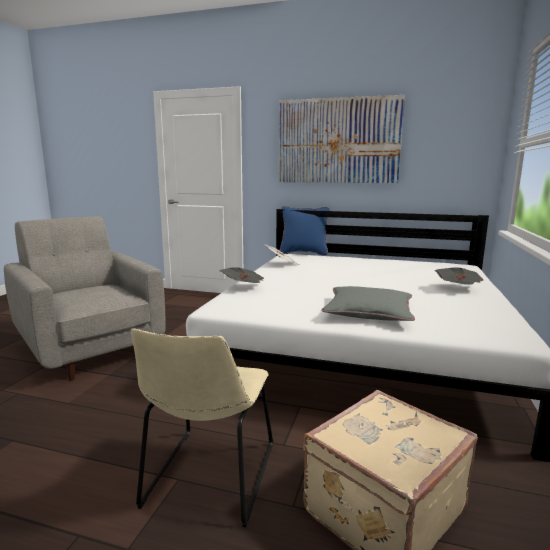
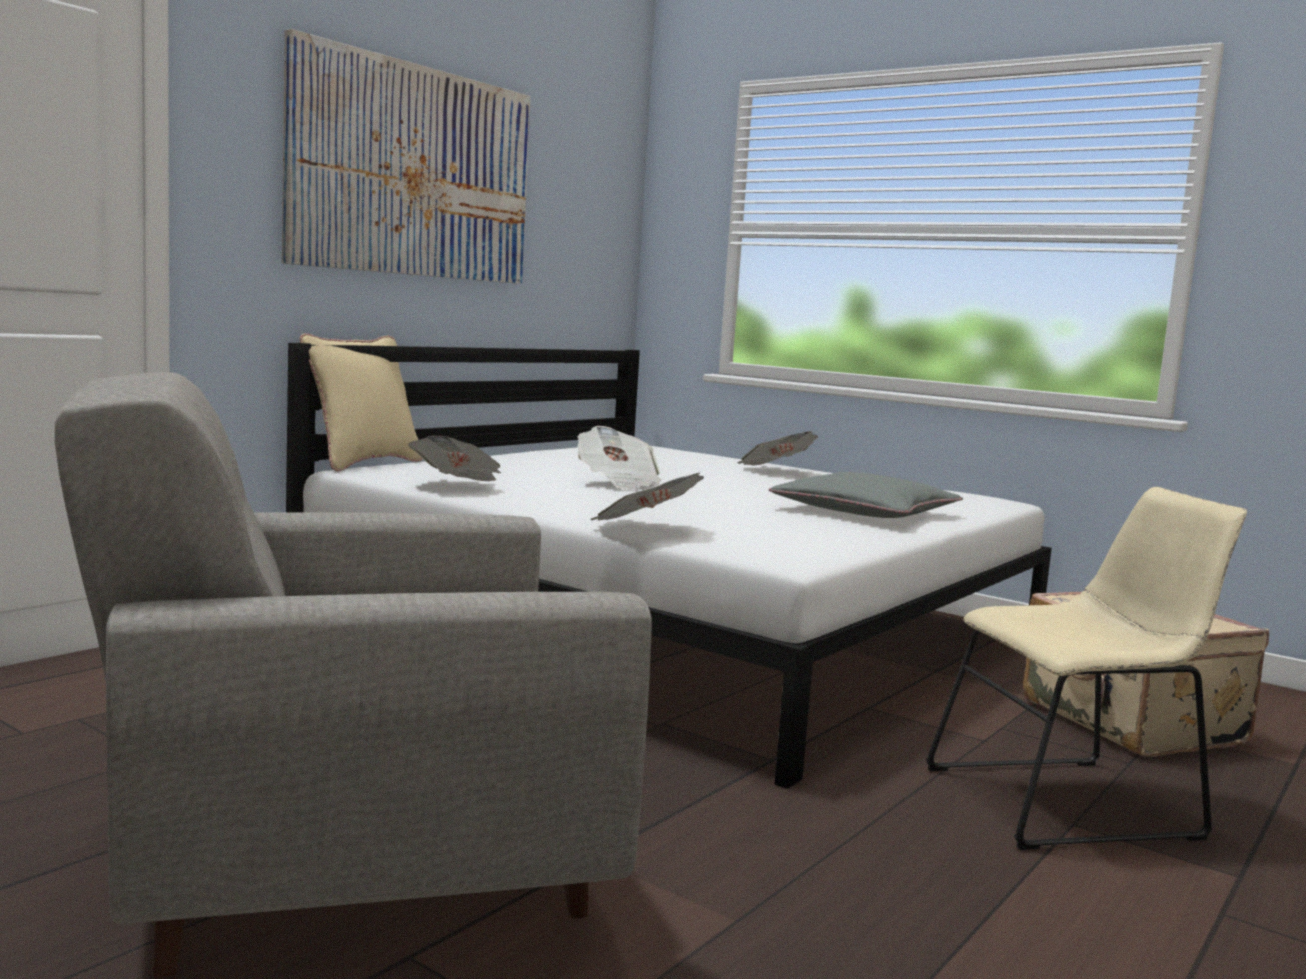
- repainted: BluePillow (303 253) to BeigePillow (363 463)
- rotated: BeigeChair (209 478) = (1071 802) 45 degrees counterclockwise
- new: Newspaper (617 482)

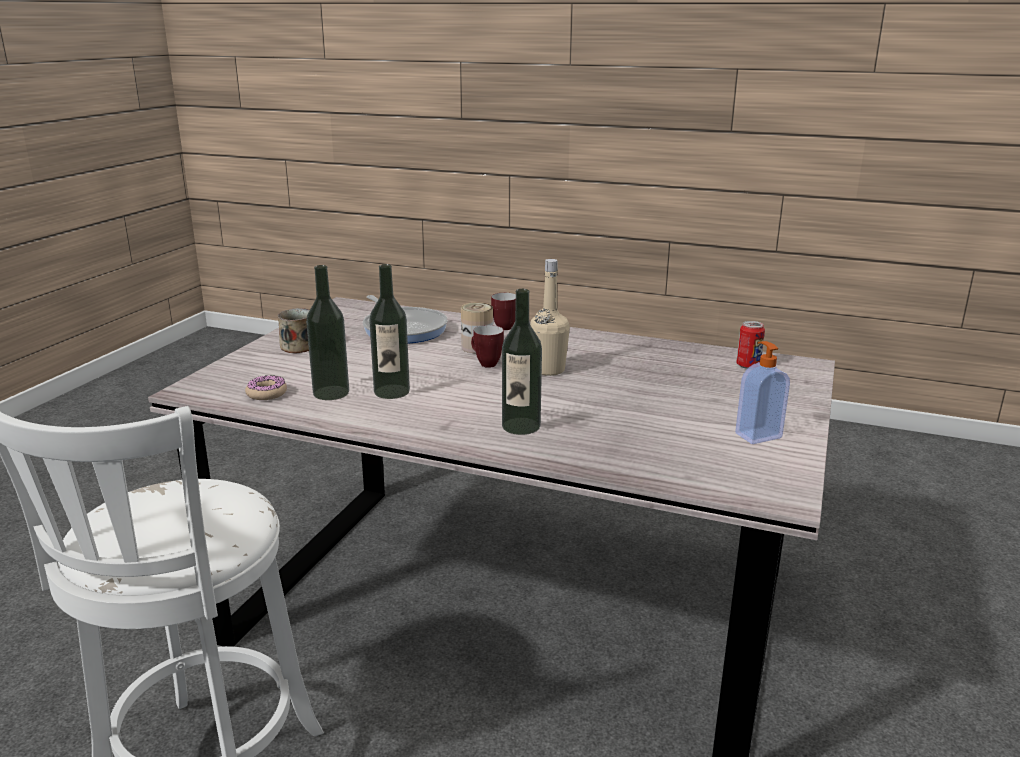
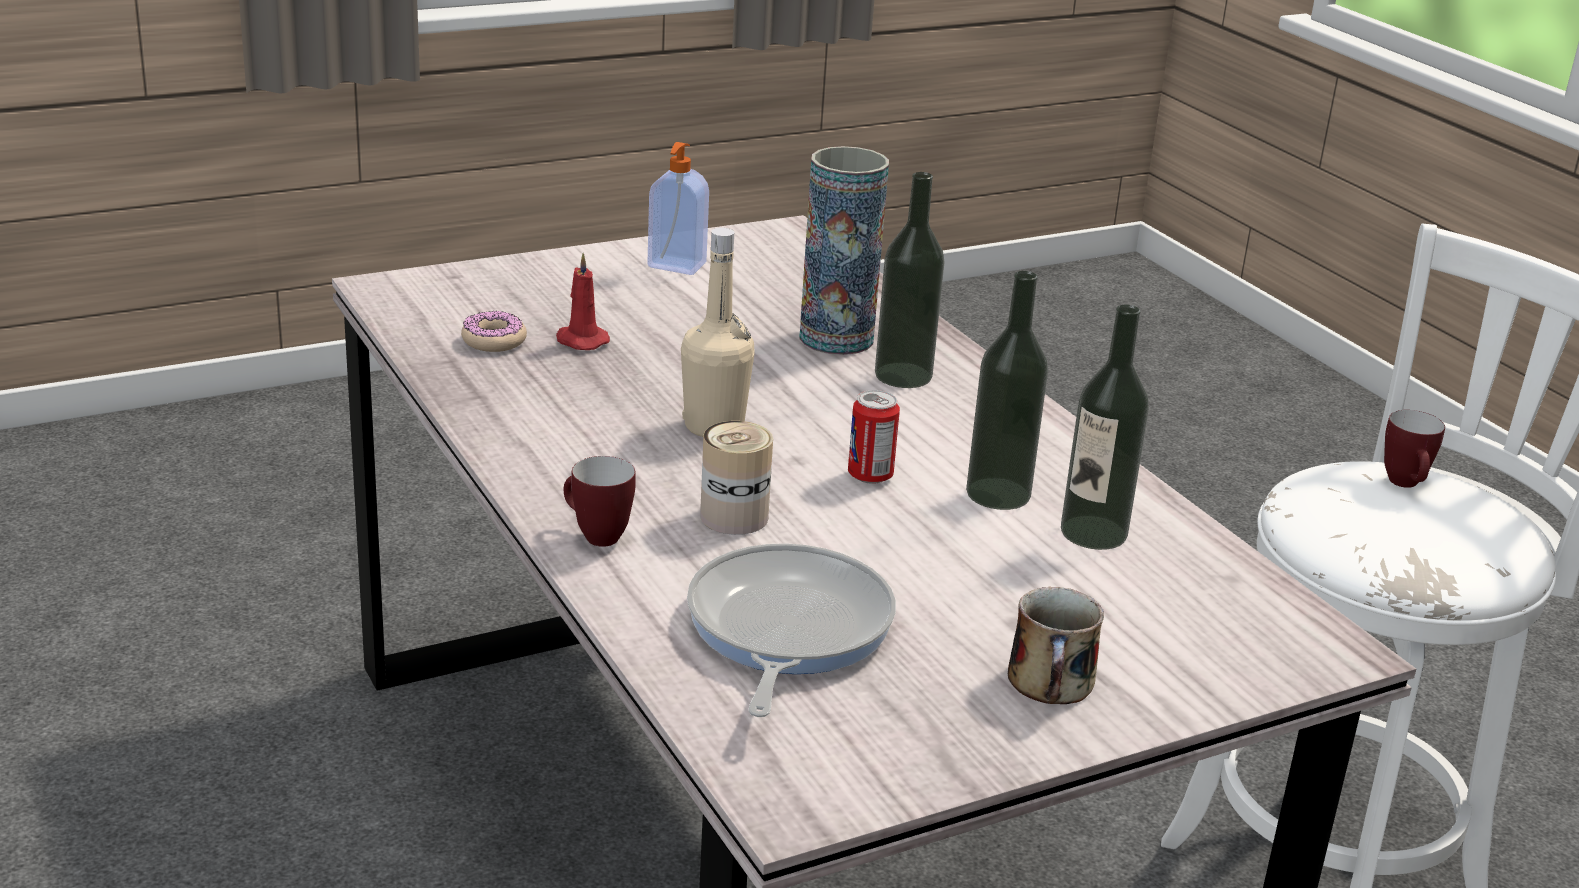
- shifted: Can (748 366) to (870 476)
- shifted: Mug (485 363) to (1406 485)
- shifted: Donut (266 393) to (494 341)
- new: Vase (836 338)
- new: RedCandle (580 341)

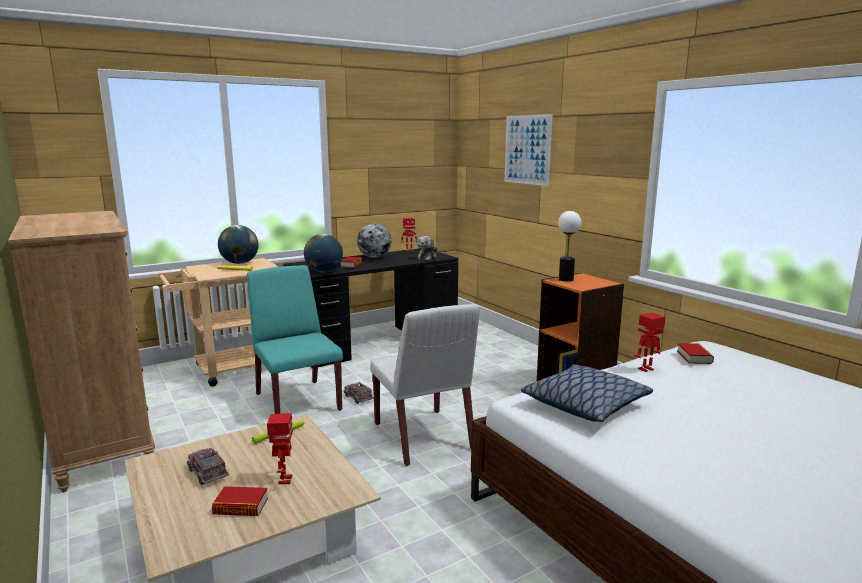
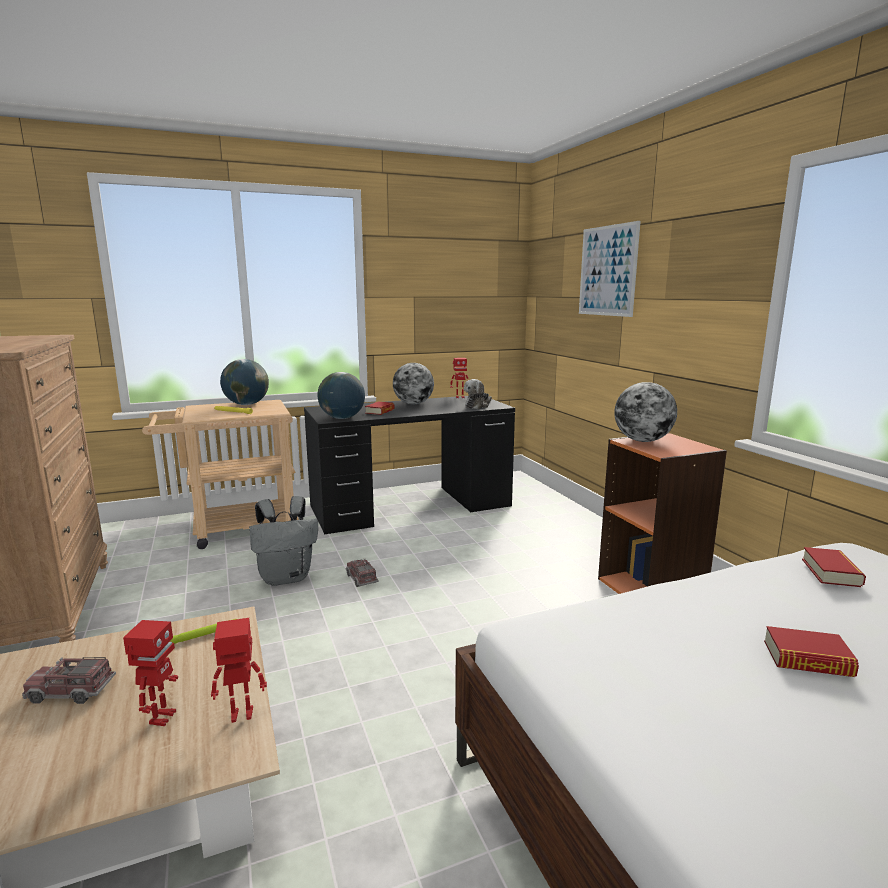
- swapped: TableLamp (566 279) to Globe (642 441)
- swapped: TurquoiseChair (297 401) to GreyBackpack (287 577)
- gone: WhiteChair (423 437)
- shifted: ToyRobot (646 369) to (241 716)
- gone: Pillow (584 404)
- rotated: ToyTruck (207 473) = (71 691) 60 degrees counterclockwise
- shifted: Book (241 506) to (807 659)

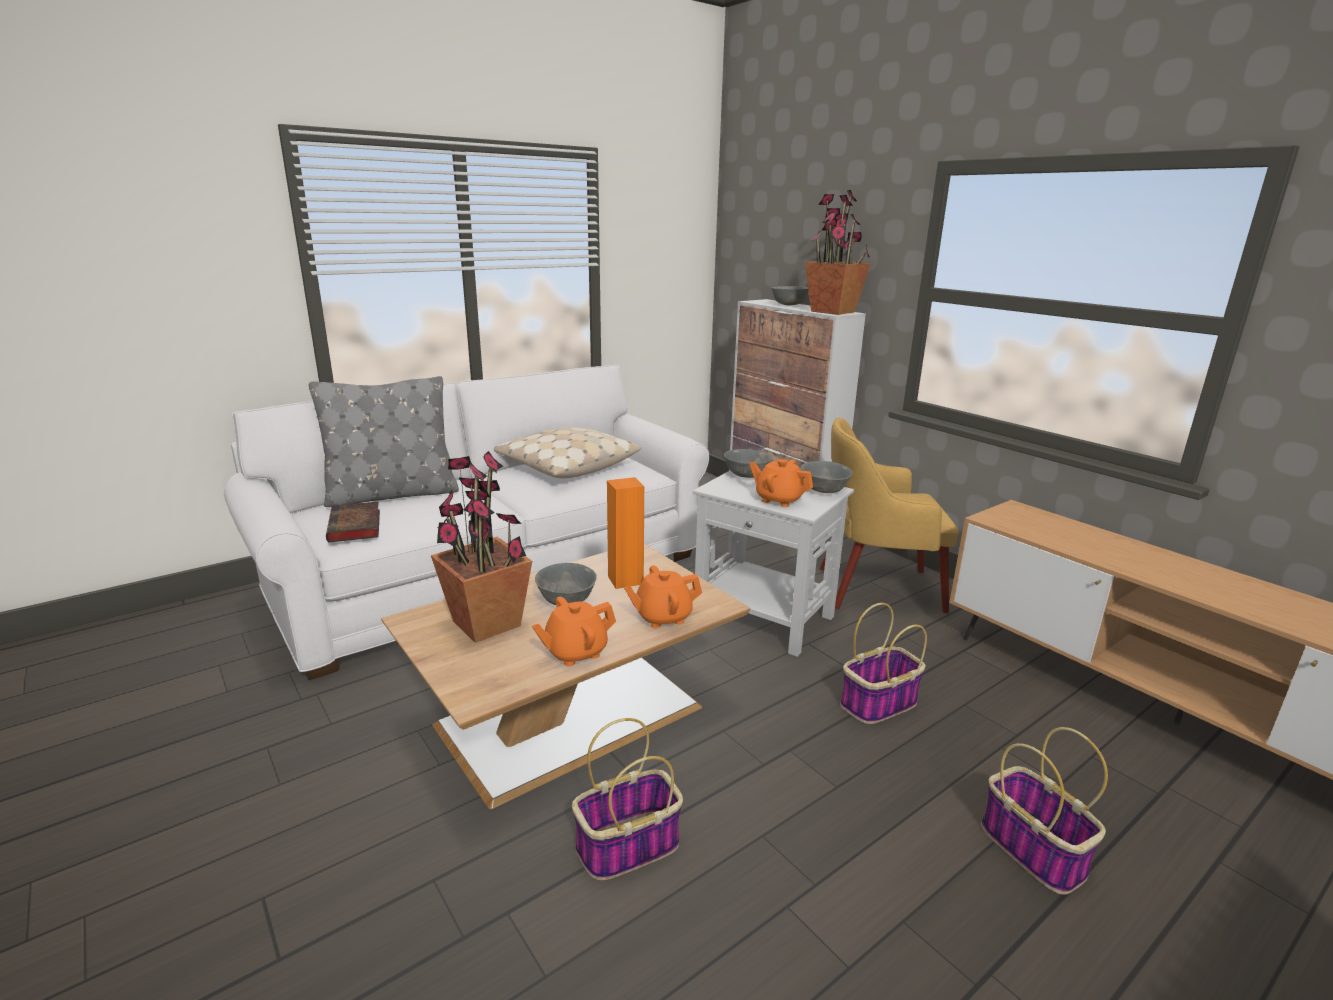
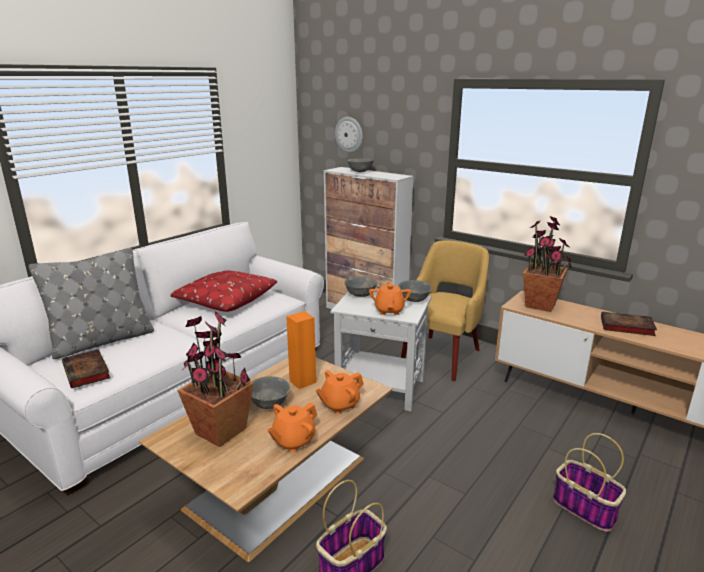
- shifted: PottedPlant (832 311) to (540 305)
- rotated: YellowArmchair (875 588) = (442 356) 135 degrees clockwise
- repainted: BeigePillow (565 466) to RedPillow (223 300)
- rotated: OrangeTeapot (778 499) = (389 310) 75 degrees clockwise
- gone: Basket (878 704)
- new: WallClock (349 134)
- new: Book (625 326)

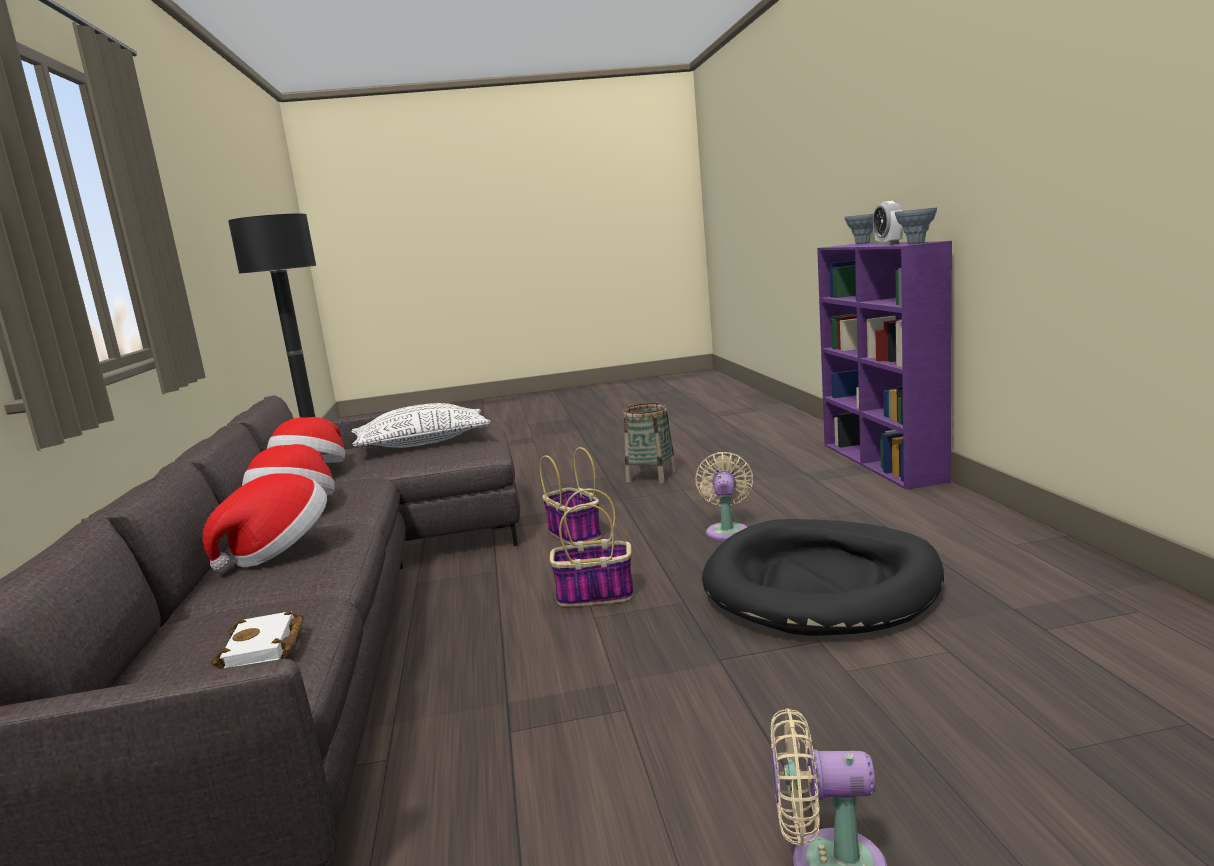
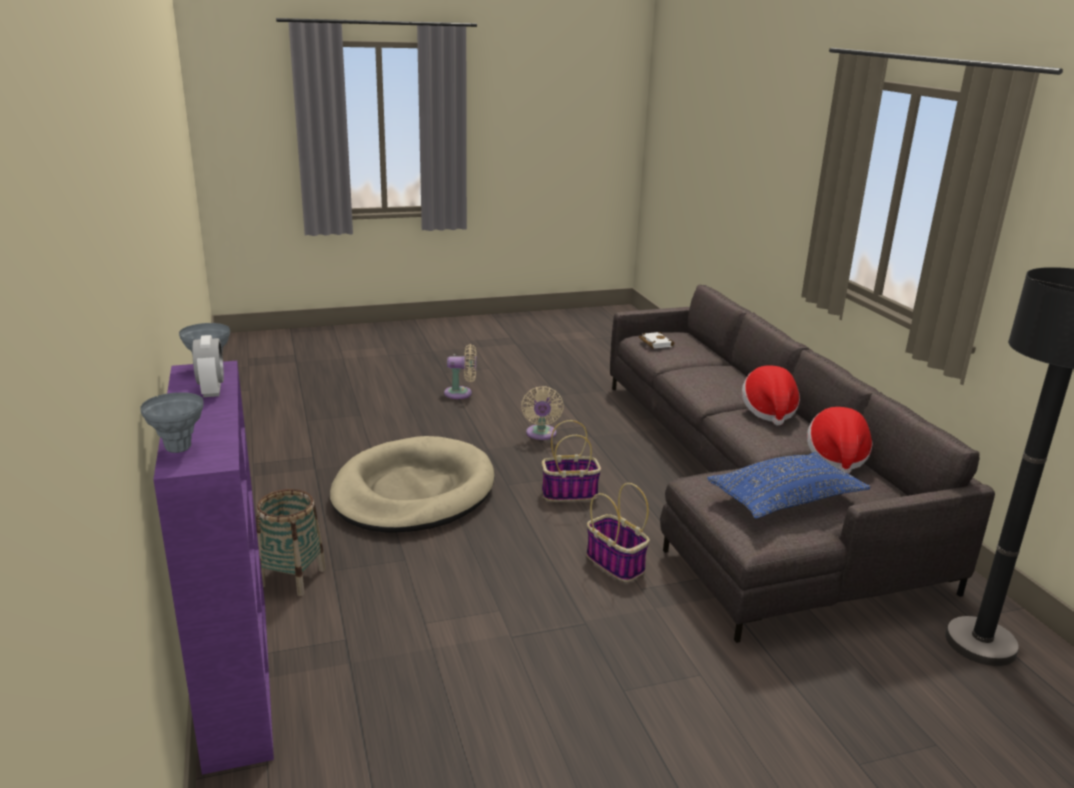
- repainted: WhitePillow (422 443) to BluePillow (785 499)
- shifted: Basket (651 476) to (292 577)
- shifted: BeigeFan (727 531) to (541 434)
- gone: Hat (278 551)
- repainted: BlackDogBed (821 584) to BeigeDogBed (413 492)

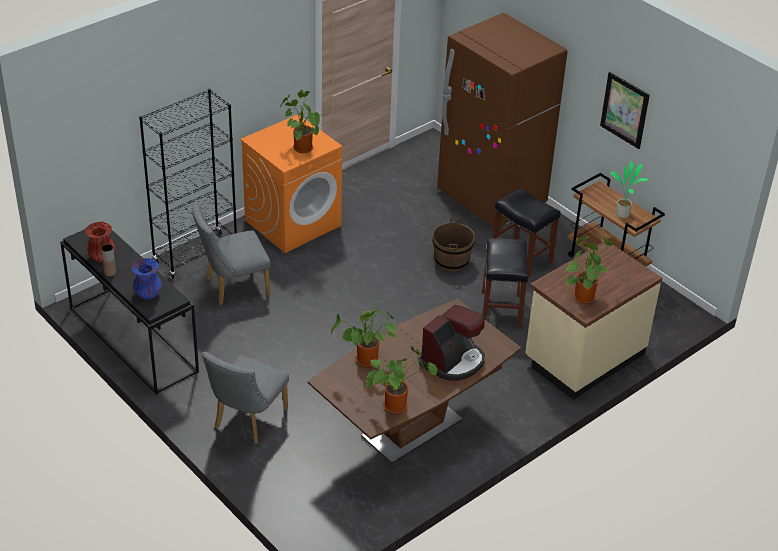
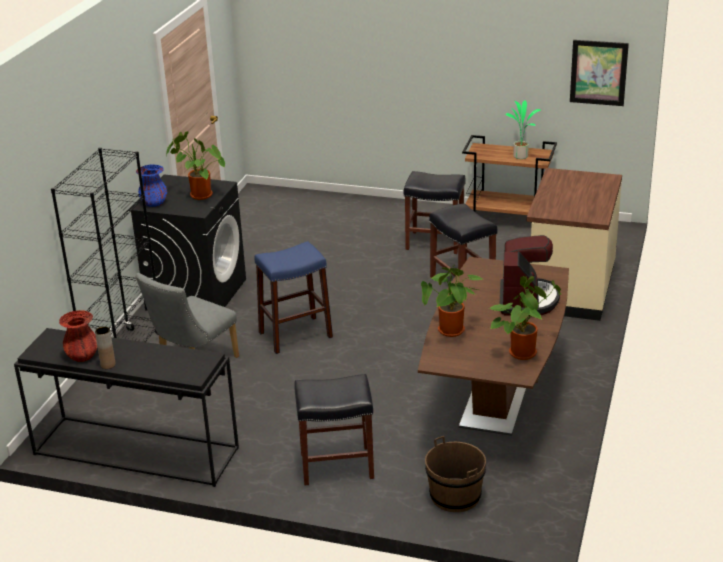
- gone: BrownFridge (491 199)
- shifted: Picture (625 110) to (598 72)
- repainted: OrangeWashingMachine (293 222) to BlackWashingMachine (196 294)
- shifted: BrownBucket (451 260) to (455 496)
- gone: PottedPlant (583 295)
- shifted: BlueVase (148 294) to (154 203)
- swapped: GreyChair (247 421) to BlackStool (335 466)
- new: BlueStool (295 335)

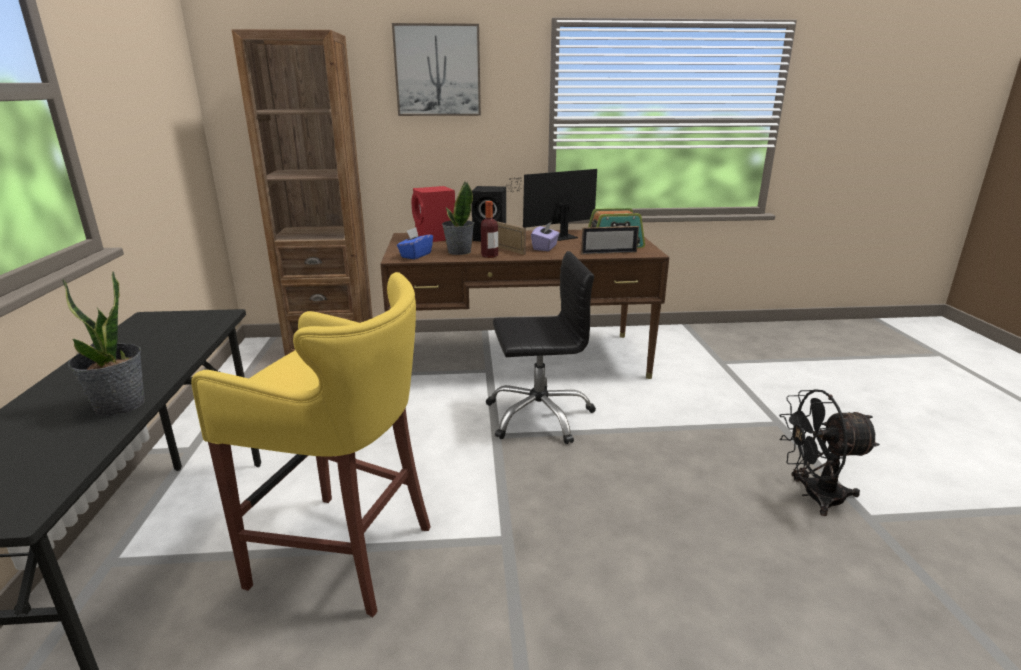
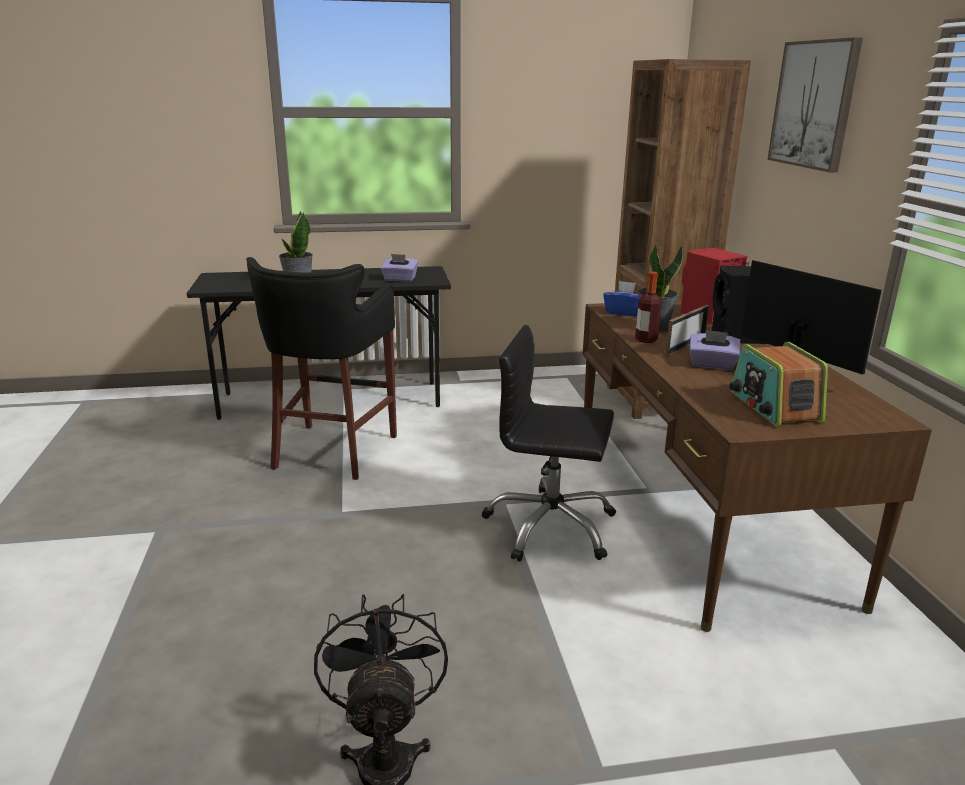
- gone: PictureFrame (609 253)
- rotated: BlackOfficeChair (538 415) = (550 527) 120 degrees clockwise
- repainted: YellowStool (348 554) to BlackStool (332 453)
- new: PurpleTissueBox (399 279)

